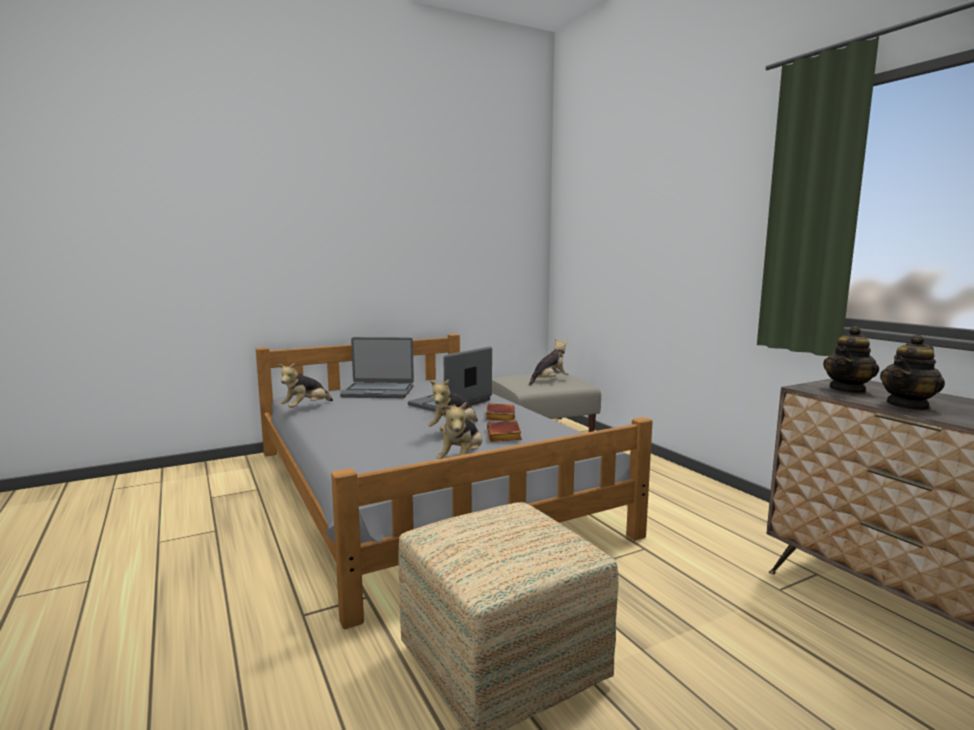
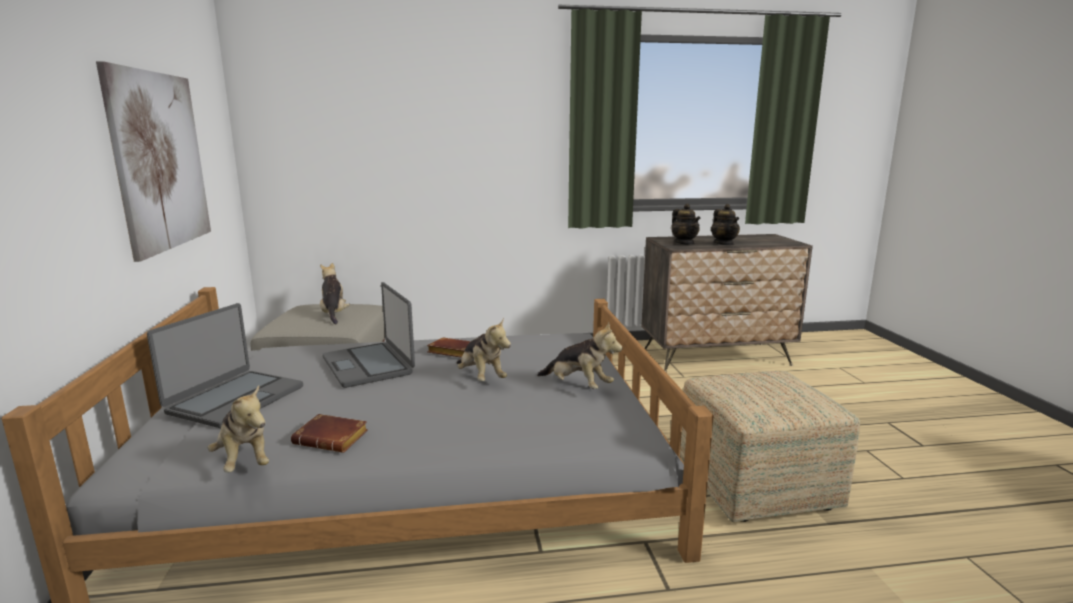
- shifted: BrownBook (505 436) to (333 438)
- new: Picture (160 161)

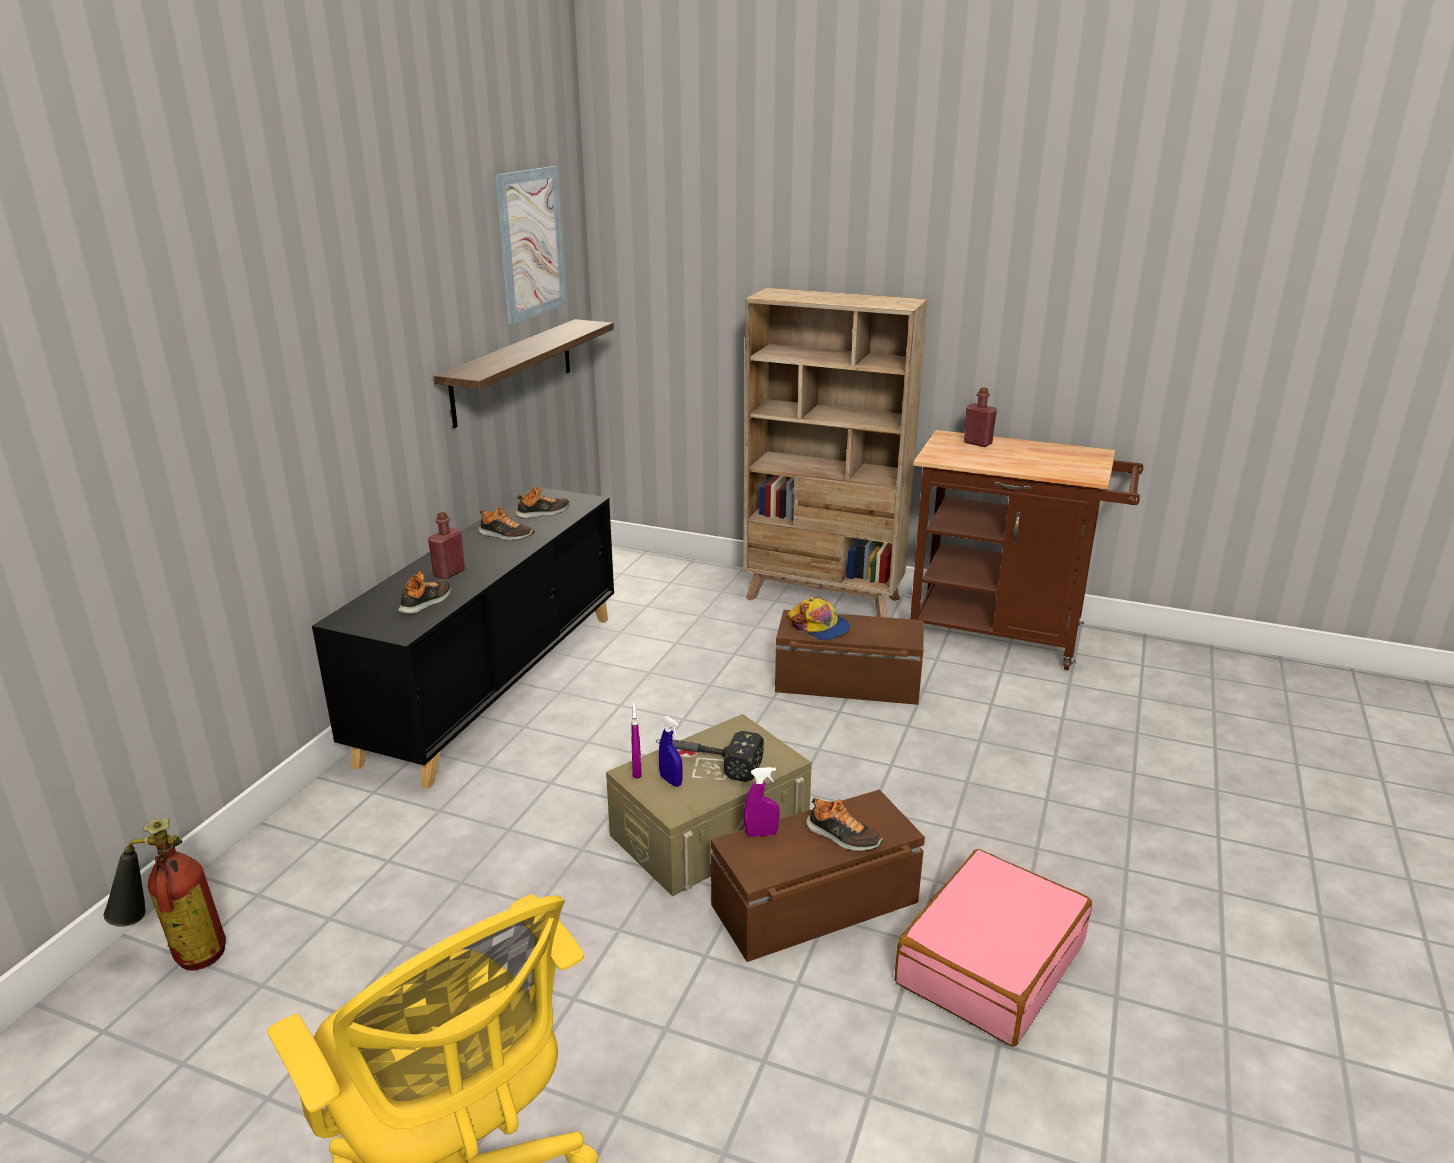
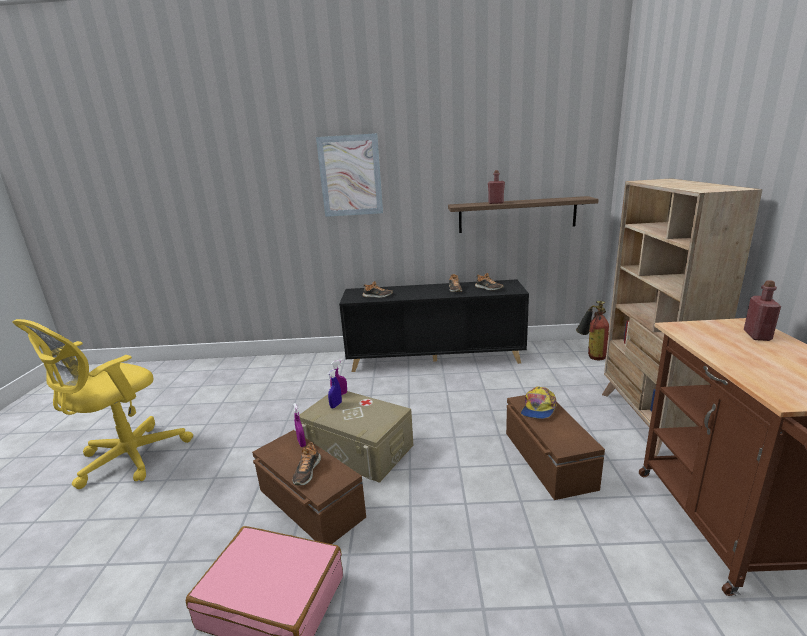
- shifted: Picture (531 243) to (350 176)
- shifted: RedBottle (449 573) to (496 203)
- gone: Hammer (706 761)
- shifted: FireExtinguisher (180 956) to (591 355)

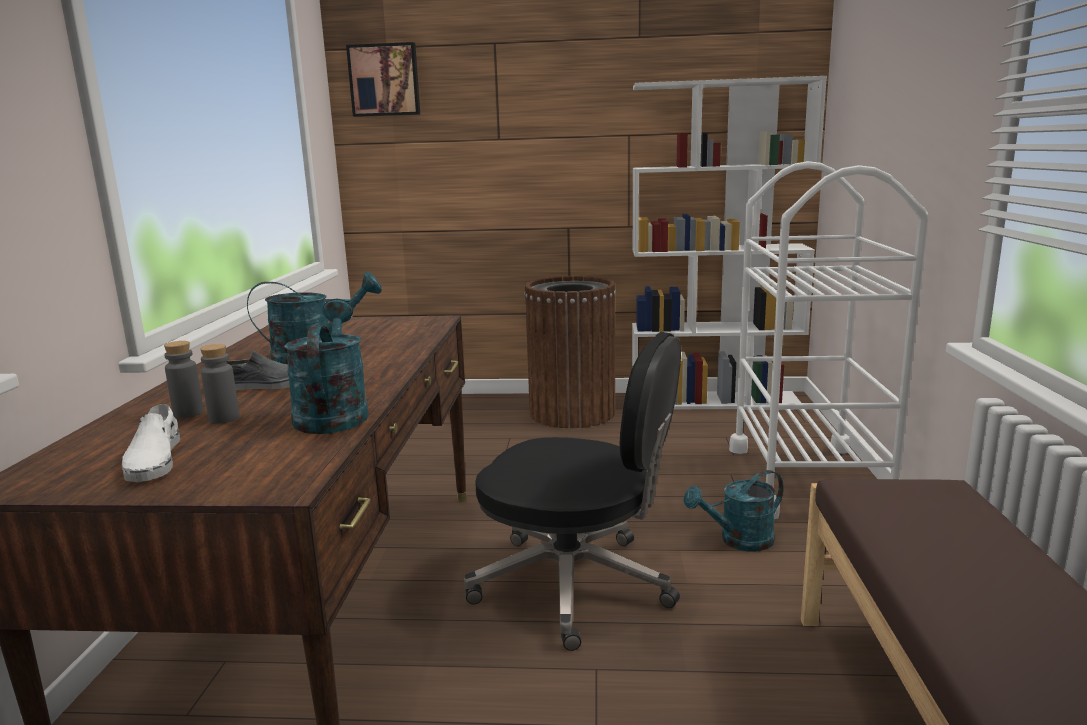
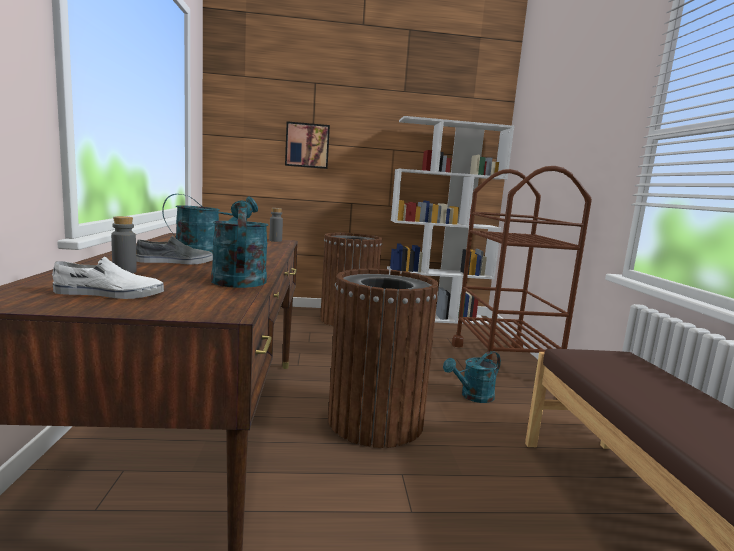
- shifted: Picture (384 80) to (307 145)
- repainted: WhiteCart (807 480) to BrownCart (503 363)
- swapped: BlackOfficeChair (576 585) to BrownTrashCan (375 421)
- shifted: GreyBottle (224 418) to (275 240)
- rotated: WhiteShoe (154 460) = (109 294) 75 degrees counterclockwise

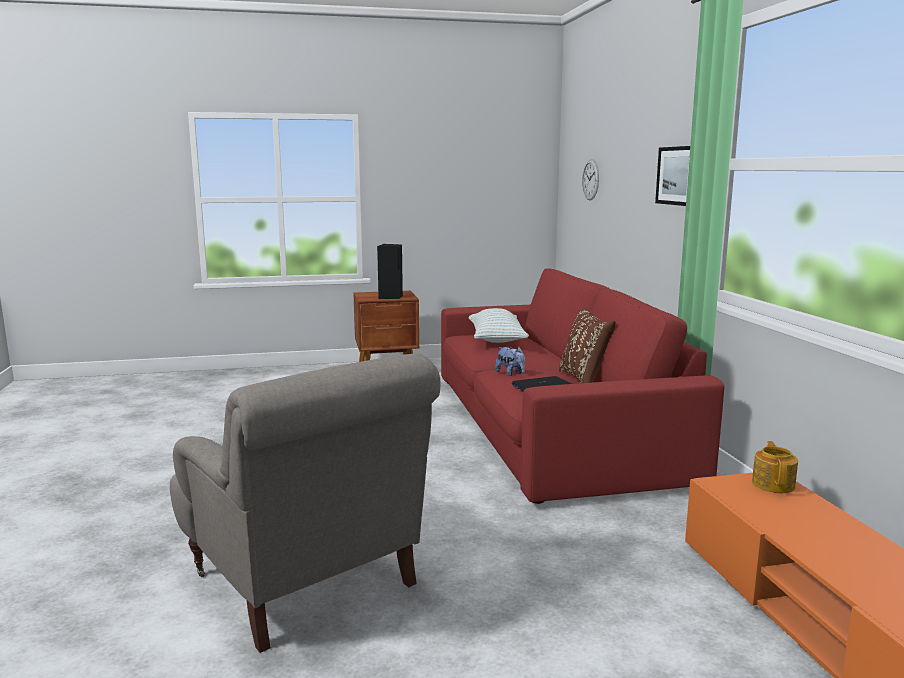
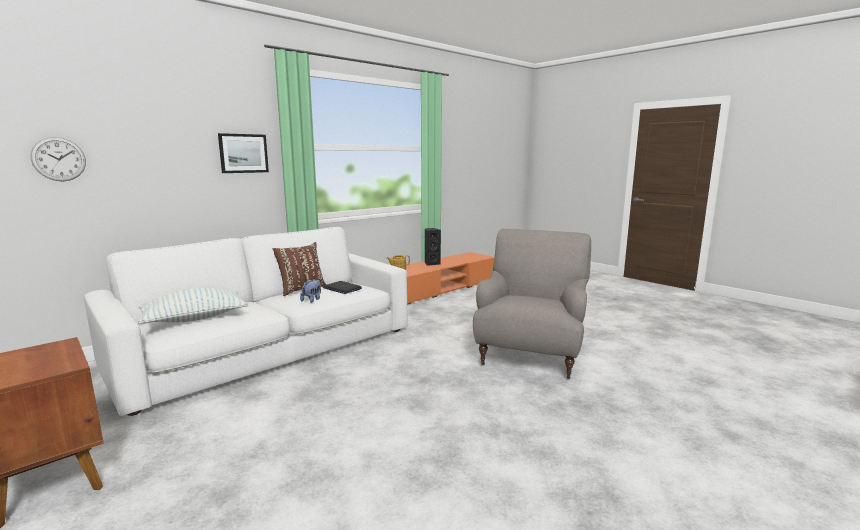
- shifted: BlackSpeaker (390 297) to (431 263)
- repainted: RedSofa (547 425) to WhiteSofa (268 348)

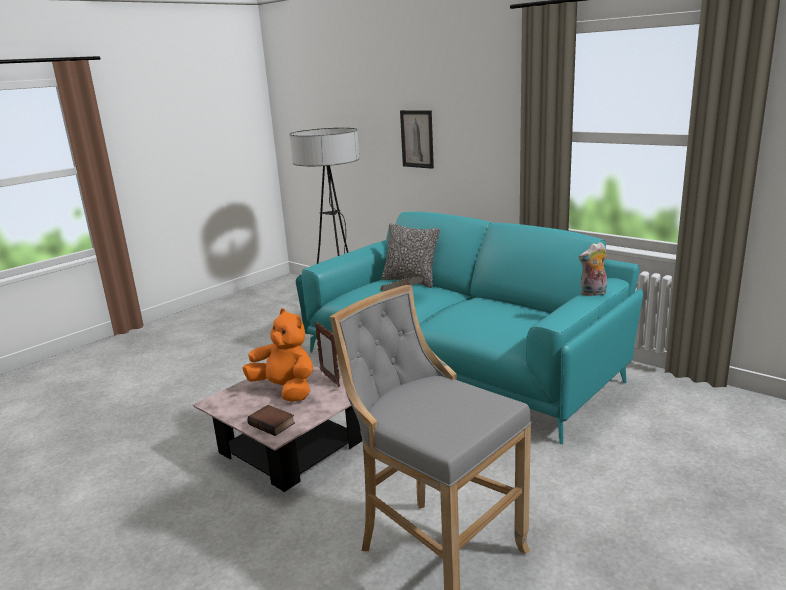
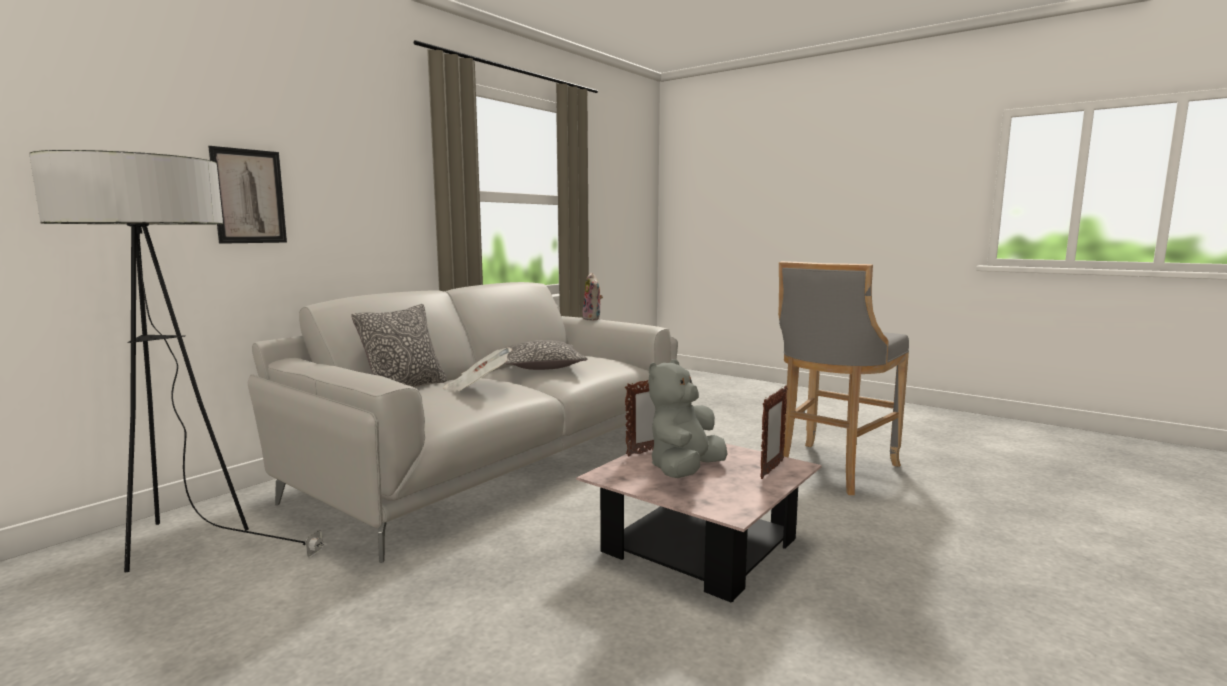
- repainted: TurquoiseSofa (460 364) to GreySofa (498 459)
- repainted: OrangePlushToy (285 390) to GreyPlushToy (684 471)
- swapped: Book (273 423) to PictureFrame (771 470)
- new: Pillow (541 366)

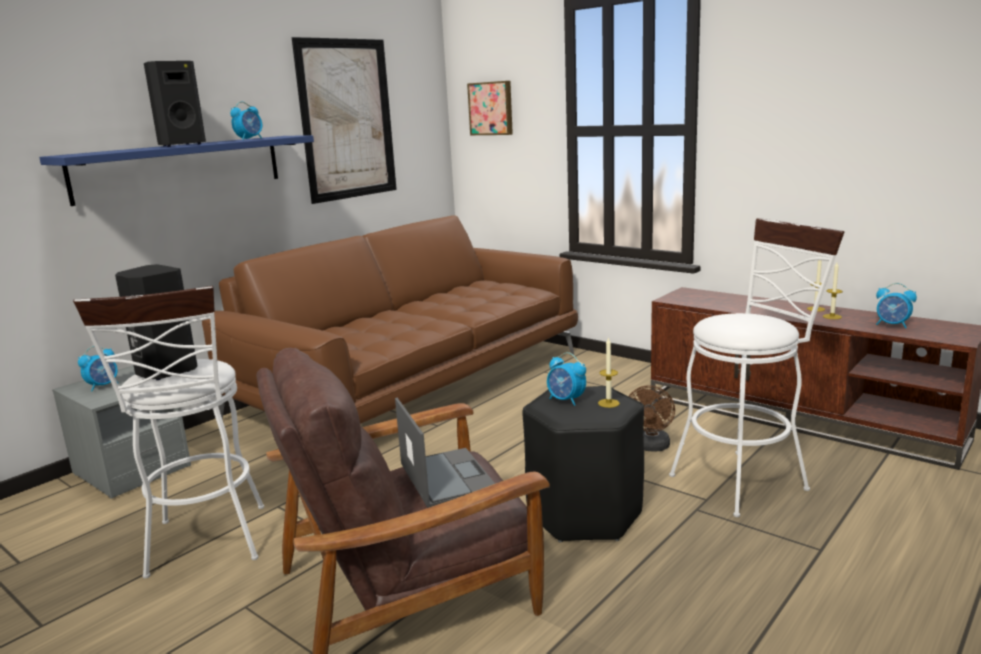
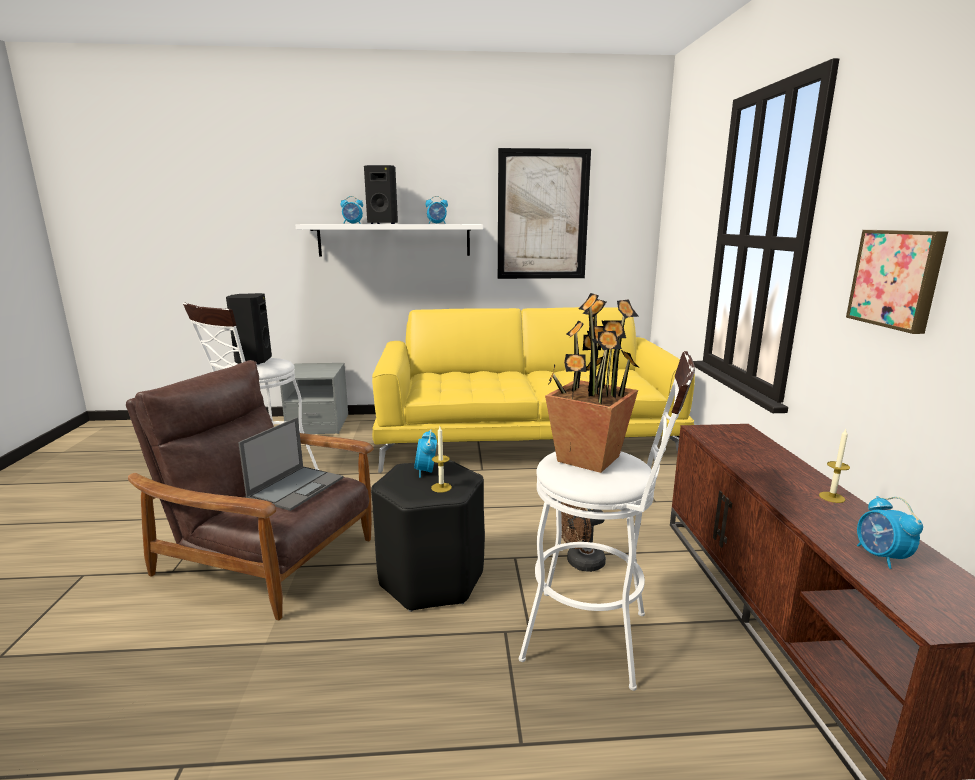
- shifted: Picture (491 108) to (897 278)
- repainted: BlueShelf (180 168) to WhiteShelf (394 240)
- repainted: BrownSofa (414 384) to YellowSofa (526 437)
- gone: Candle (832 316)
- shifted: AlarmClock (103 386) to (352 223)
- new: PottedPlant (588 458)

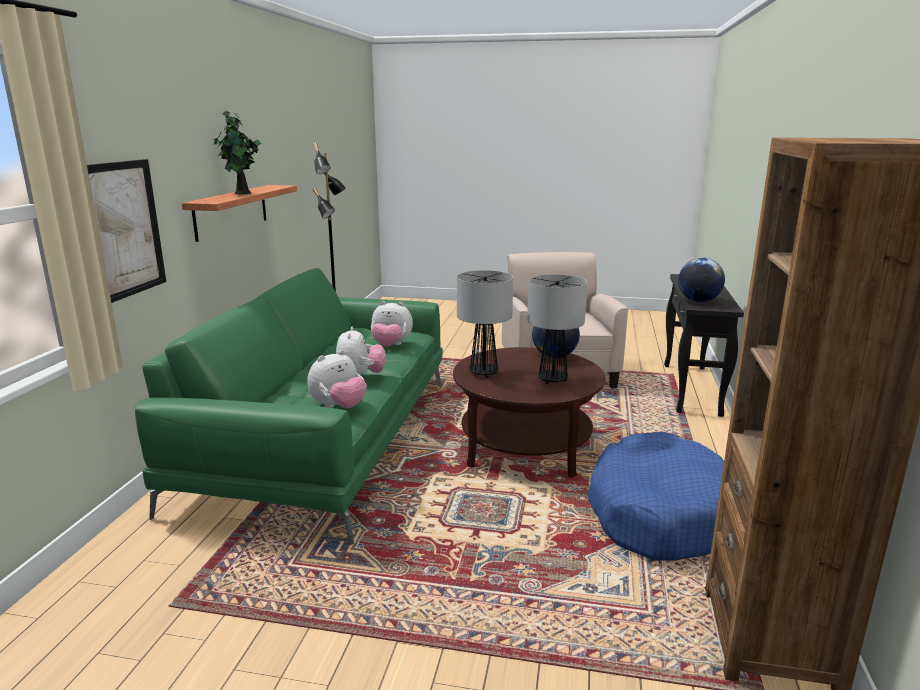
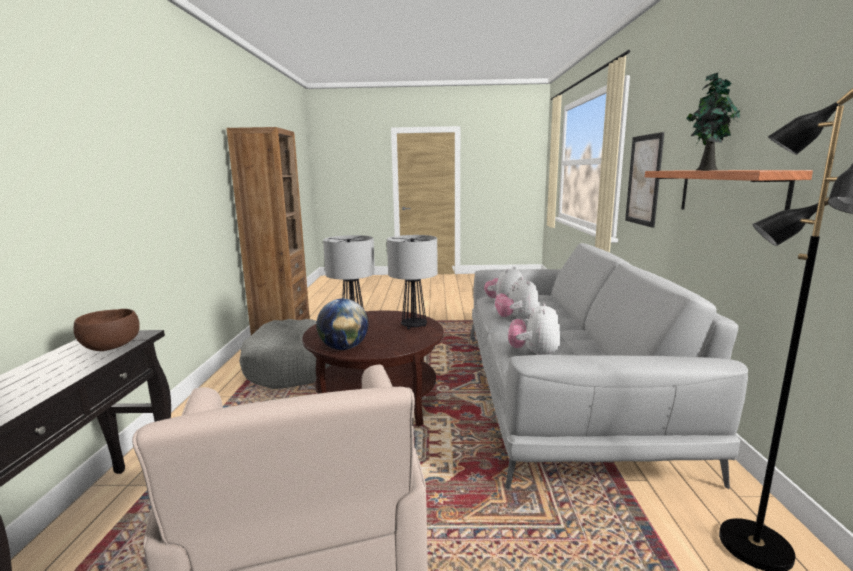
- swapped: Globe (698 301) to BrownBowl (112 346)
- repainted: GreenSofa (326 438) to GreySofa (560 392)
- rotated: PlushToy (391 345) = (534 354) 75 degrees counterclockwise
- repainted: BlueDogBed (658 513) to GreyDogBed (292 367)

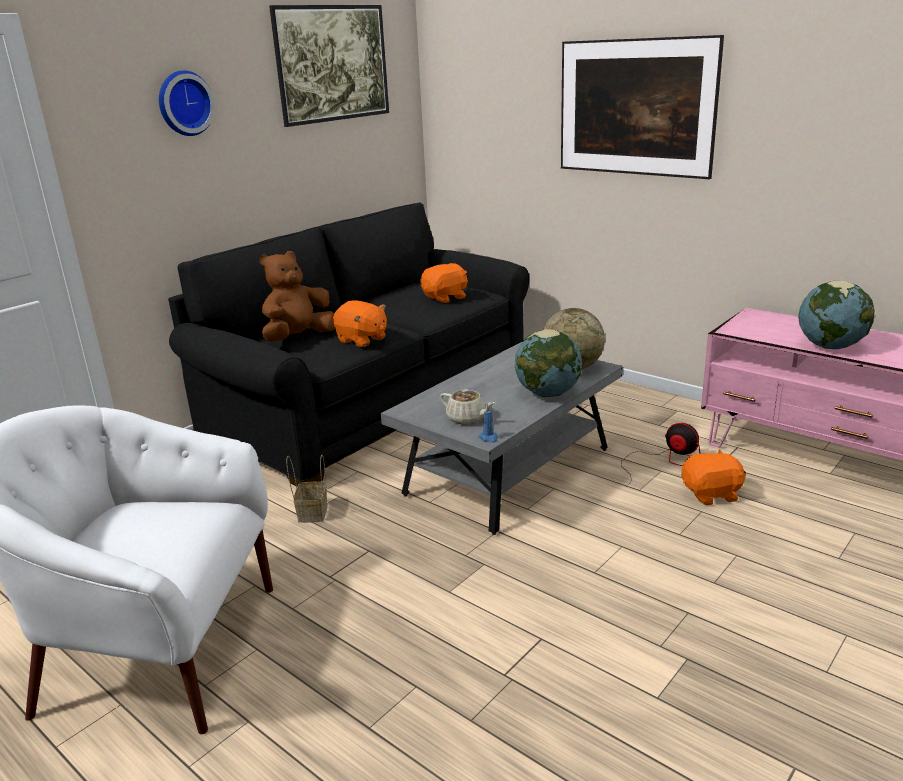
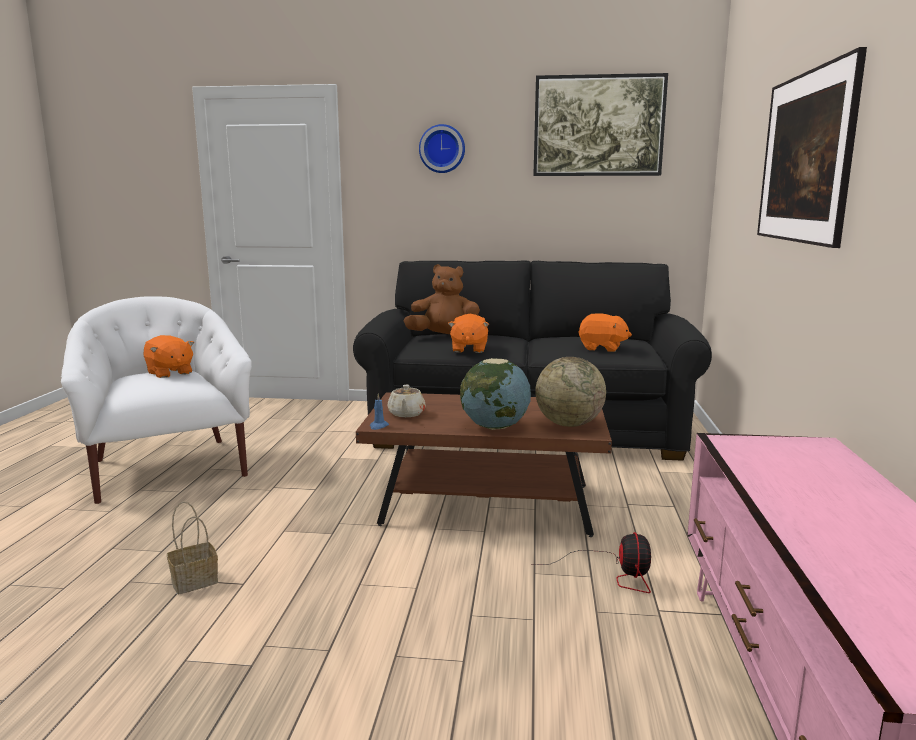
- gone: Globe (830 346)
- repainted: GreyCoffeeTable (509 472) to BrownCoffeeTable (486 505)
- shifted: OrangePlushToy (711 494) to (169 373)
- shifted: Basket (312 512) to (196 581)

